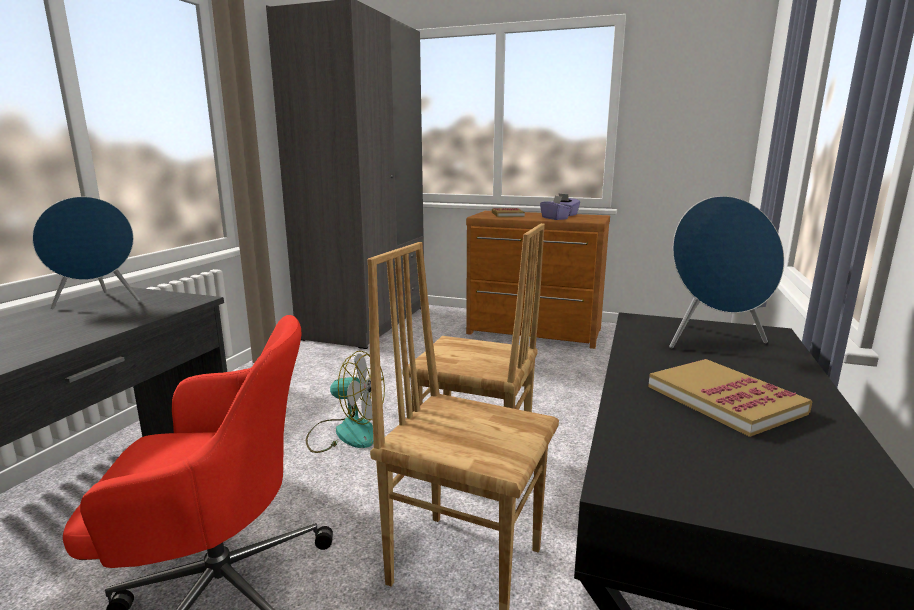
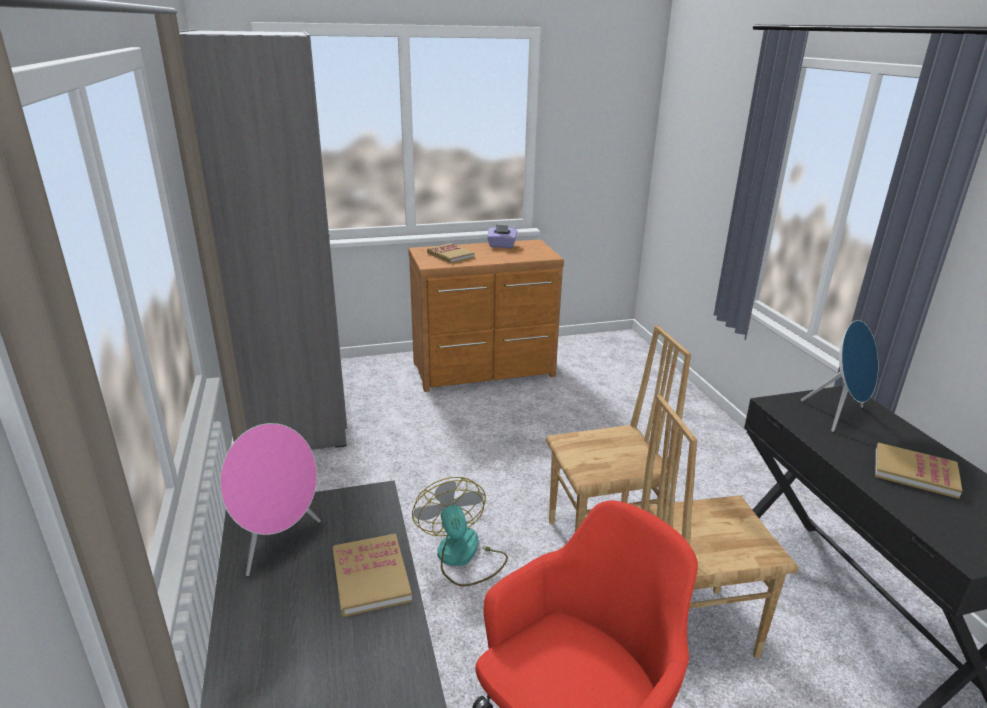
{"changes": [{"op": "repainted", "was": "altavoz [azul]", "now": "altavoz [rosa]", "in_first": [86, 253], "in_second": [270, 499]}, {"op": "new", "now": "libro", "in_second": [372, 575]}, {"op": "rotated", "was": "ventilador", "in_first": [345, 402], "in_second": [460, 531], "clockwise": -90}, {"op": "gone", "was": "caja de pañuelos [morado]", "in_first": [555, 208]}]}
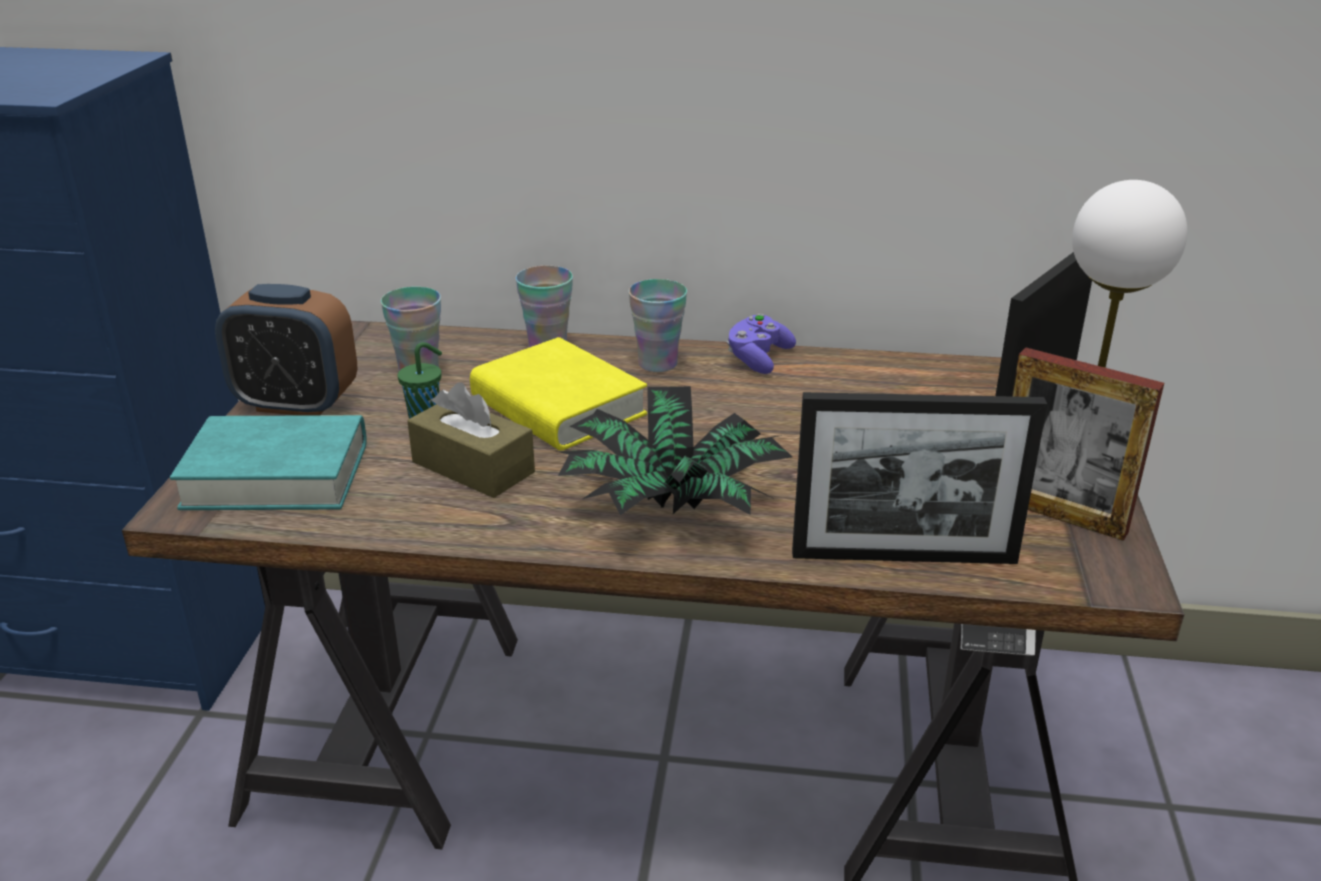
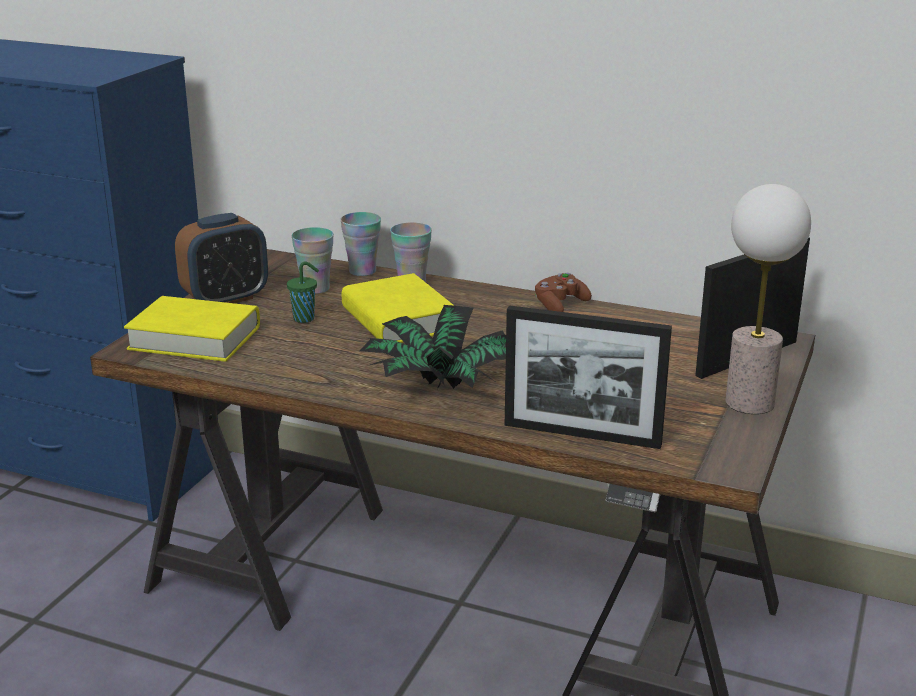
{"changes": [{"op": "repainted", "was": "libro [turquesa]", "now": "libro [amarillo]", "in_first": [268, 462], "in_second": [192, 329]}, {"op": "rotated", "was": "despertador", "in_first": [286, 350], "in_second": [221, 258], "clockwise": -60}, {"op": "shifted", "was": "taza", "in_first": [658, 325], "in_second": [360, 244]}, {"op": "repainted", "was": "mando de consola [morado]", "now": "mando de consola [marrón]", "in_first": [761, 344], "in_second": [563, 292]}, {"op": "gone", "was": "caja de pañuelos [marrón]", "in_first": [471, 440]}, {"op": "gone", "was": "portarretratos", "in_first": [1088, 444]}]}
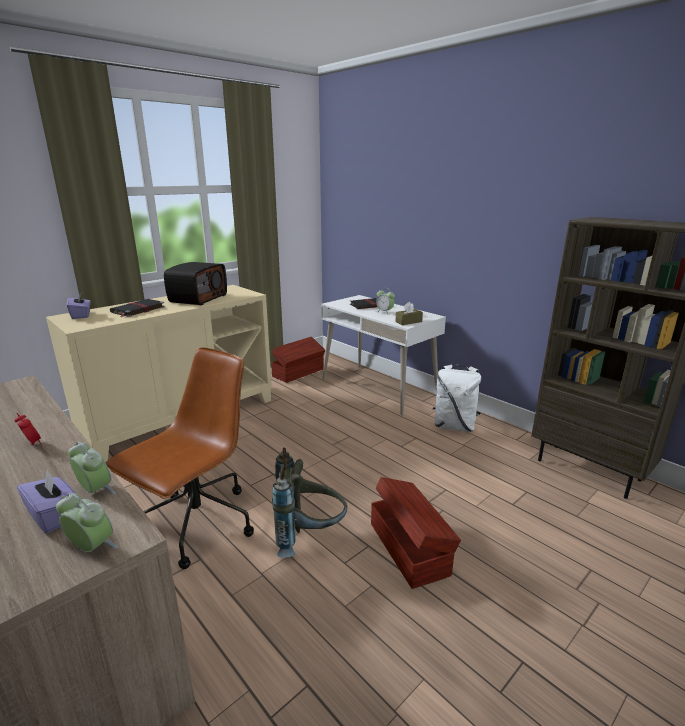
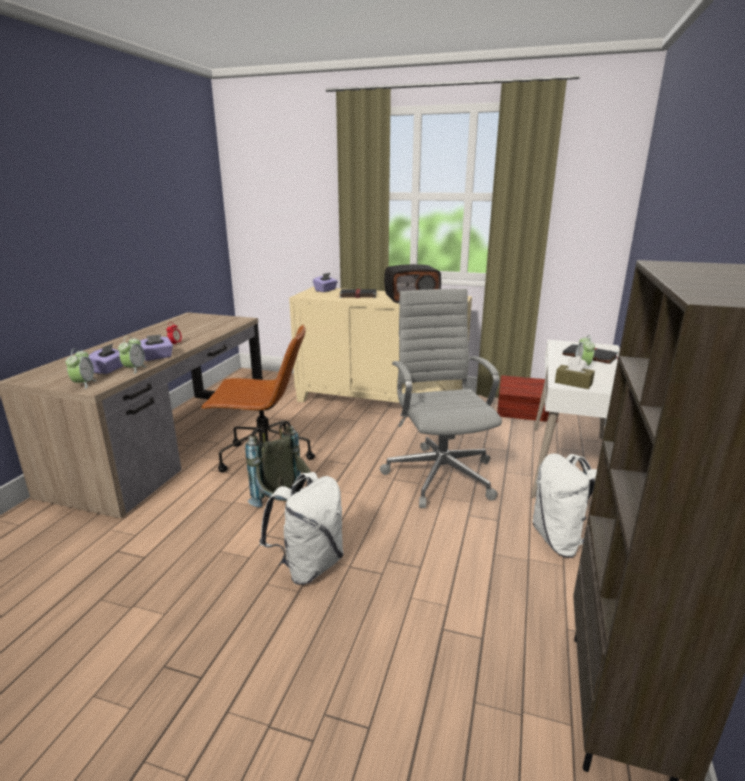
{"changes": [{"op": "new", "now": "caja de pañuelos [morado]", "in_second": [156, 347]}, {"op": "swapped", "was": "caja de almacenaje [marrón]", "now": "mochila [blanco]", "in_first": [416, 533], "in_second": [301, 528]}, {"op": "new", "now": "silla de oficina [gris]", "in_second": [441, 398]}]}
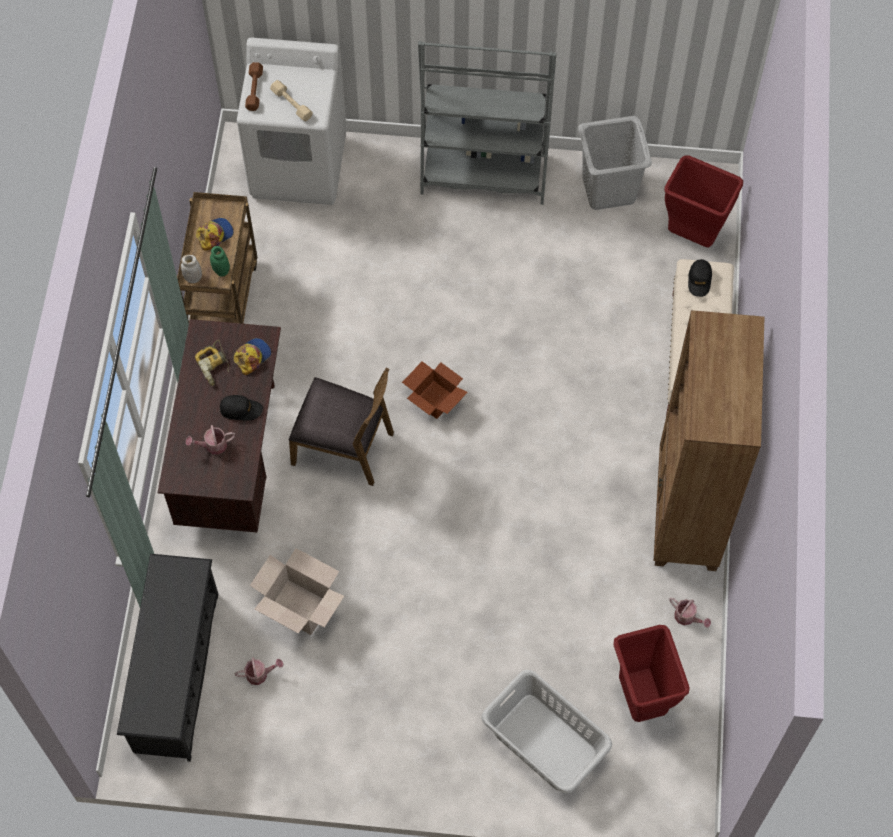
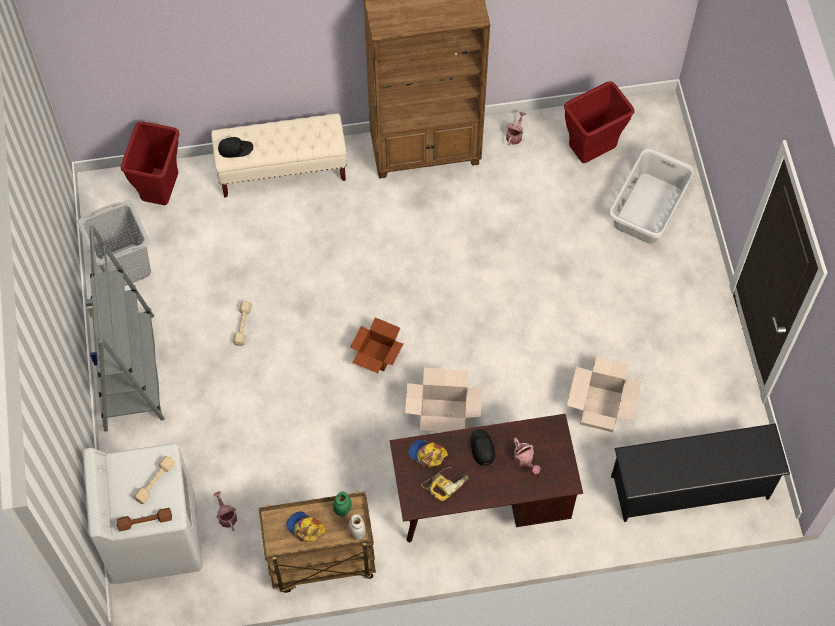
{"changes": [{"op": "shifted", "was": "regadera", "in_first": [259, 671], "in_second": [225, 511]}, {"op": "new", "now": "mancuerna [beis]", "in_second": [242, 323]}, {"op": "swapped", "was": "silla [marrón]", "now": "caja de cartón", "in_first": [341, 426], "in_second": [443, 400]}]}
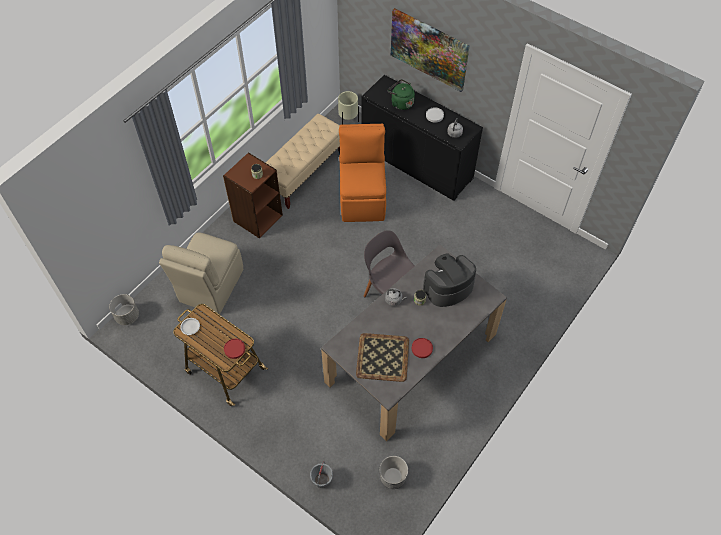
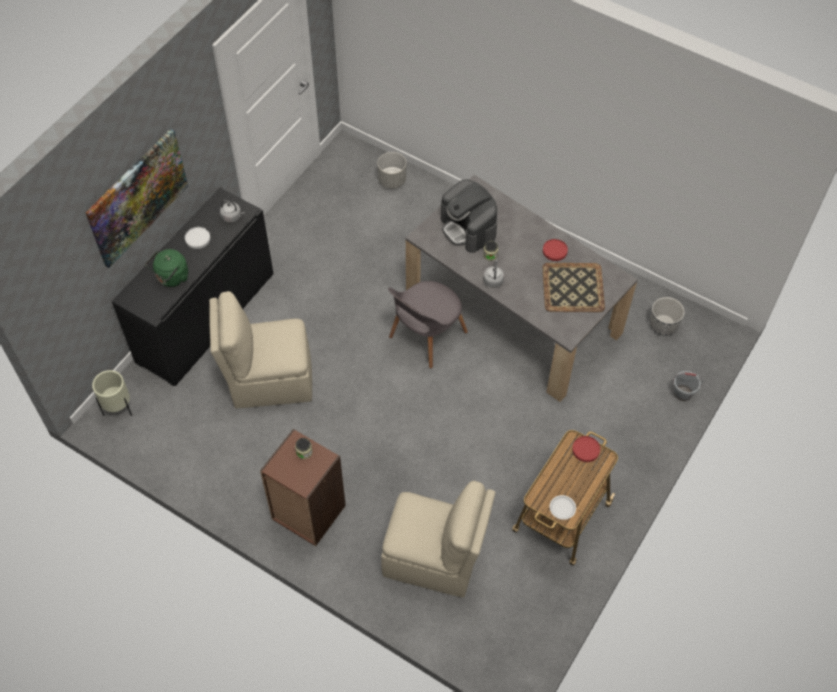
{"changes": [{"op": "repainted", "was": "silla [naranja]", "now": "silla [beis]", "in_first": [362, 173], "in_second": [260, 349]}, {"op": "shifted", "was": "maceta [gris]", "in_first": [124, 309], "in_second": [392, 170]}, {"op": "gone", "was": "banco [beis]", "in_first": [303, 161]}]}
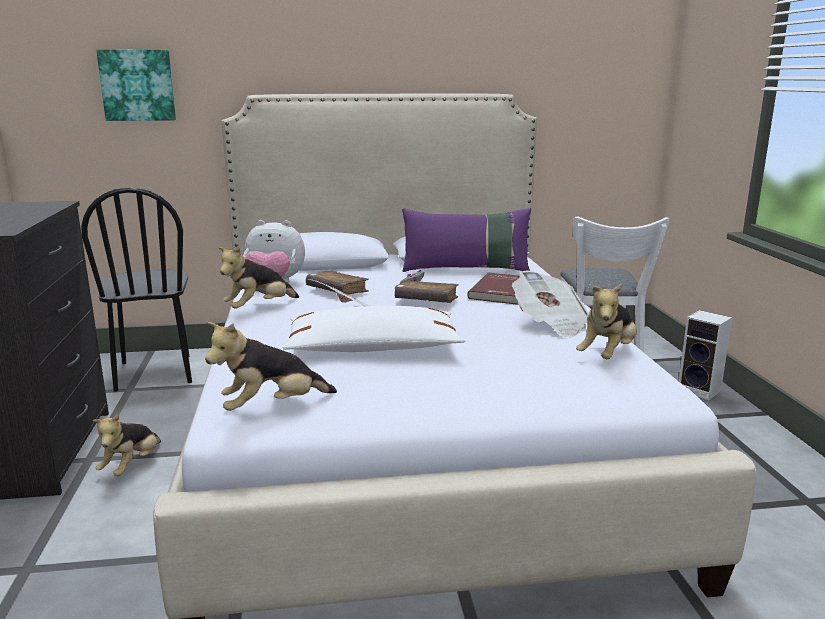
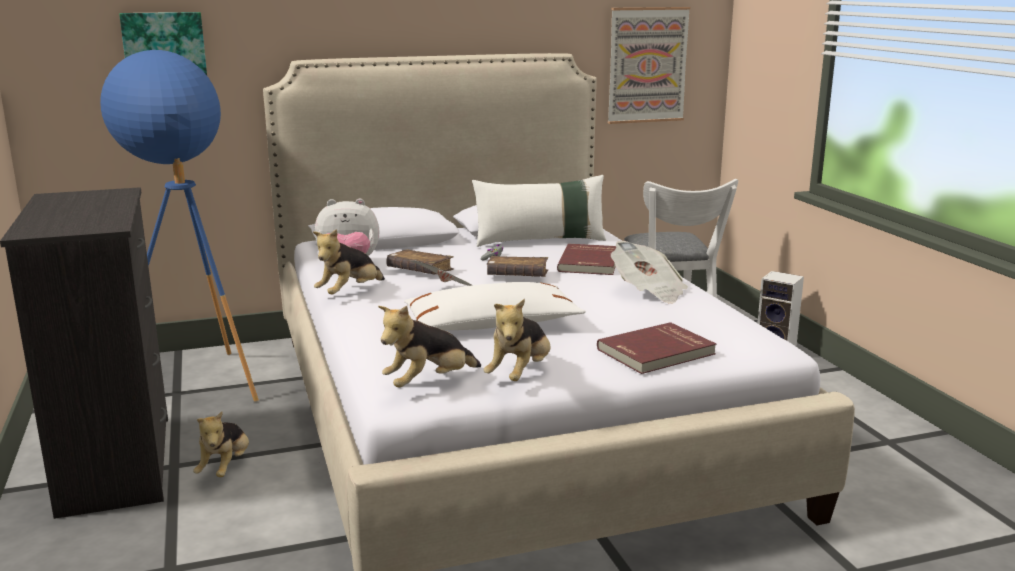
{"changes": [{"op": "swapped", "was": "silla [negro]", "now": "lámpara de pie [azul]", "in_first": [136, 289], "in_second": [179, 226]}, {"op": "repainted", "was": "cojín [morado]", "now": "cojín [blanco]", "in_first": [466, 240], "in_second": [539, 211]}, {"op": "shifted", "was": "peluche", "in_first": [606, 321], "in_second": [516, 340]}, {"op": "new", "now": "libro [rojo]", "in_second": [656, 348]}, {"op": "new", "now": "cuadro", "in_second": [649, 65]}]}
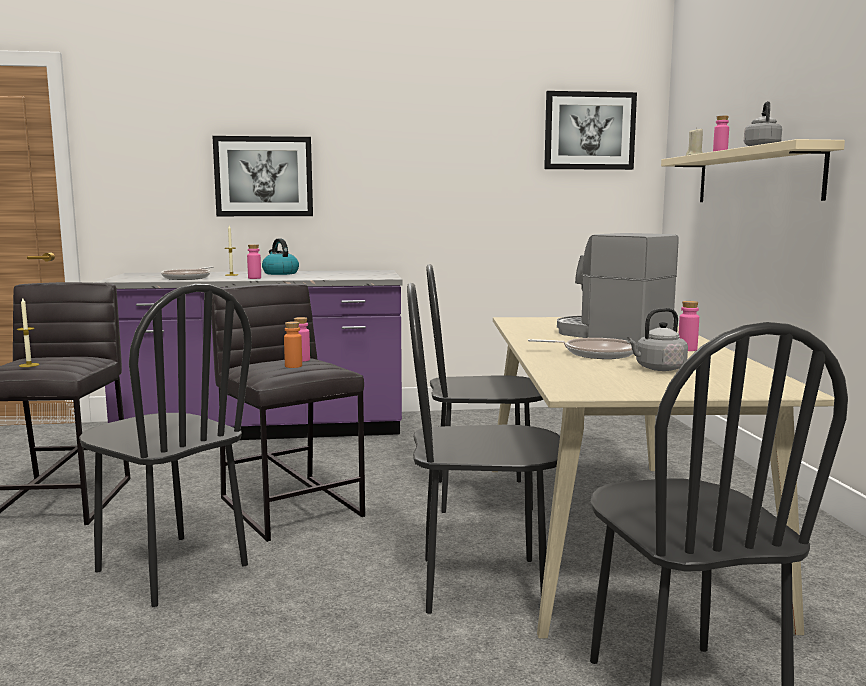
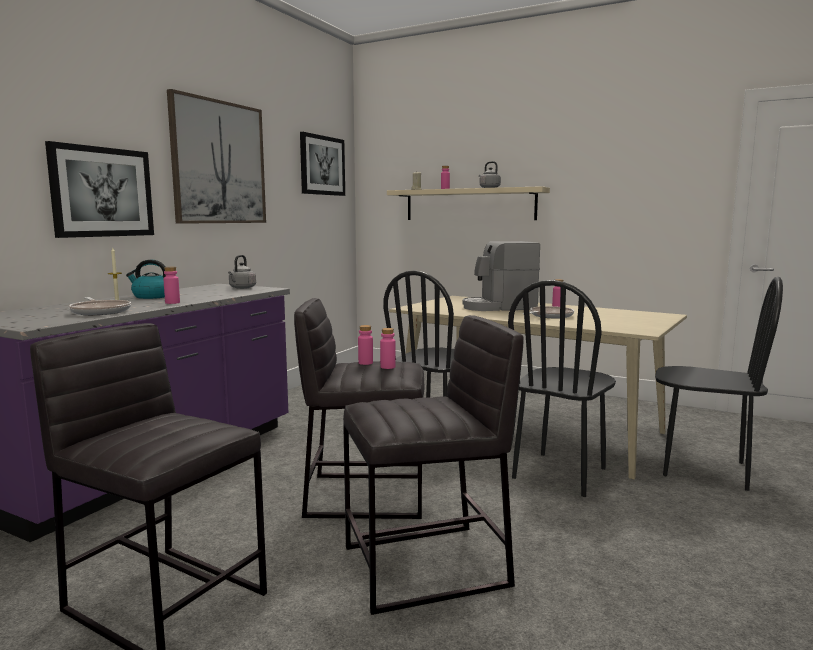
{"changes": [{"op": "new", "now": "cuadro", "in_second": [216, 156]}, {"op": "shifted", "was": "hervidor [gris]", "in_first": [657, 339], "in_second": [242, 272]}, {"op": "swapped", "was": "silla [negro]", "now": "taburete [gris]", "in_first": [165, 445], "in_second": [433, 465]}, {"op": "repainted", "was": "botella [naranja]", "now": "botella [rosa]", "in_first": [293, 345], "in_second": [388, 348]}, {"op": "gone", "was": "vela", "in_first": [28, 332]}]}
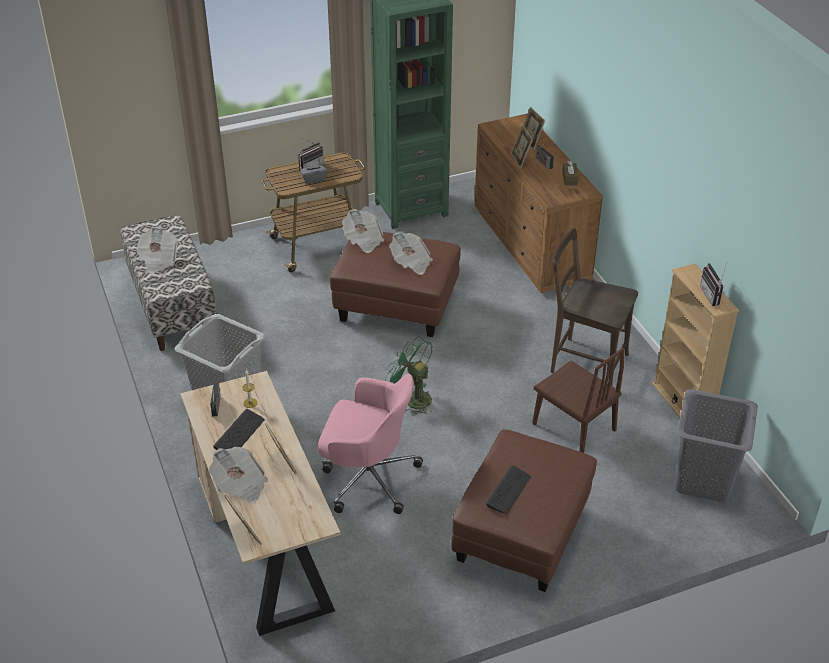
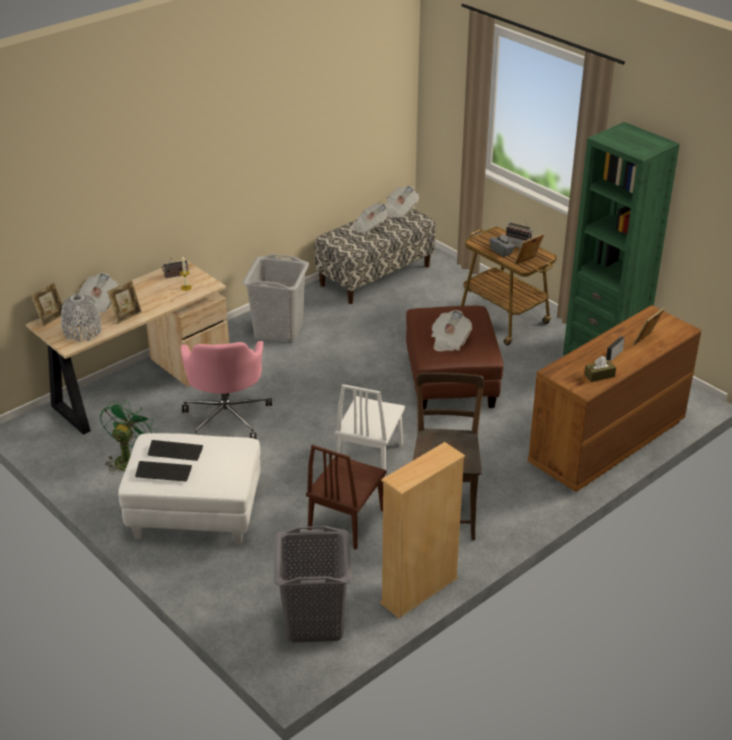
{"changes": [{"op": "new", "now": "florero [gris]", "in_second": [81, 318]}, {"op": "shifted", "was": "ventilador [verde]", "in_first": [409, 375], "in_second": [128, 437]}, {"op": "repainted", "was": "puf [marrón]", "now": "puf [blanco]", "in_first": [524, 510], "in_second": [189, 489]}, {"op": "shifted", "was": "teclado", "in_first": [239, 429], "in_second": [163, 471]}, {"op": "new", "now": "silla [blanco]", "in_second": [370, 430]}, {"op": "shifted", "was": "periódico", "in_first": [363, 231], "in_second": [402, 202]}, {"op": "shifted", "was": "portarretratos", "in_first": [522, 146], "in_second": [529, 249]}, {"op": "gone", "was": "radio", "in_first": [713, 284]}]}
